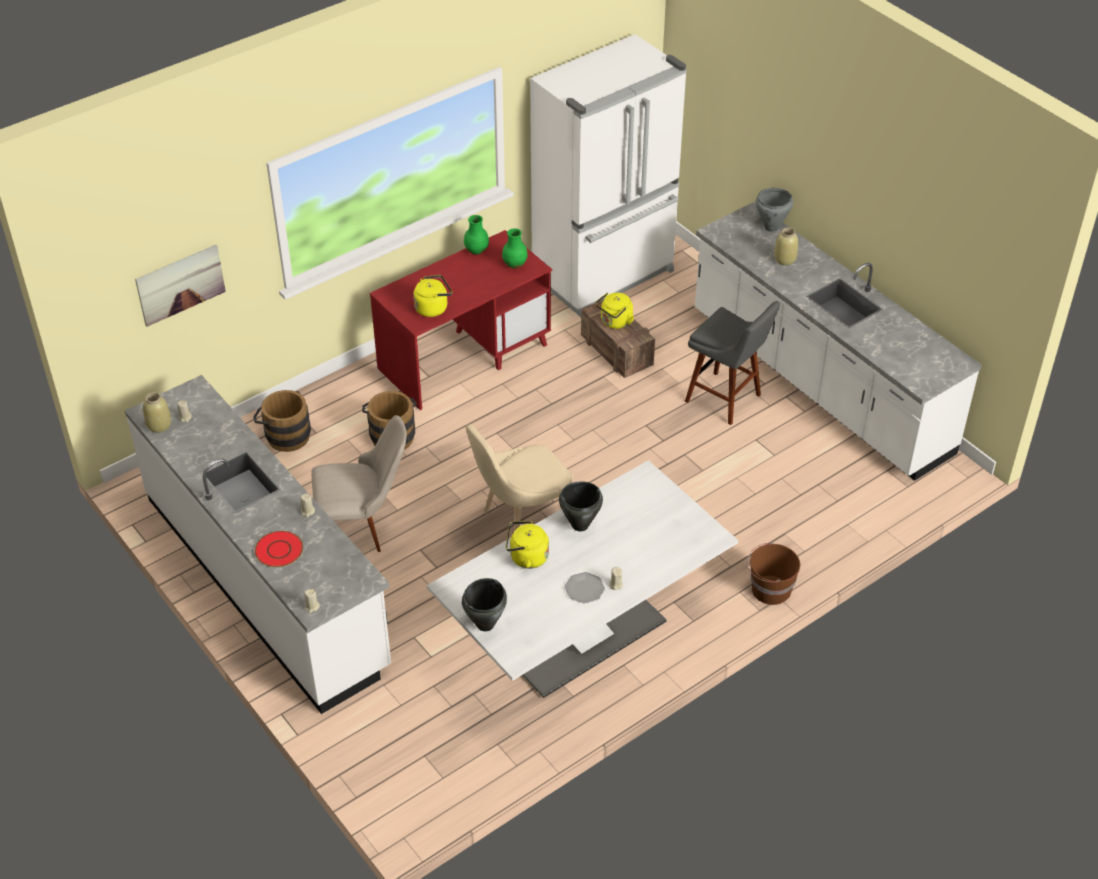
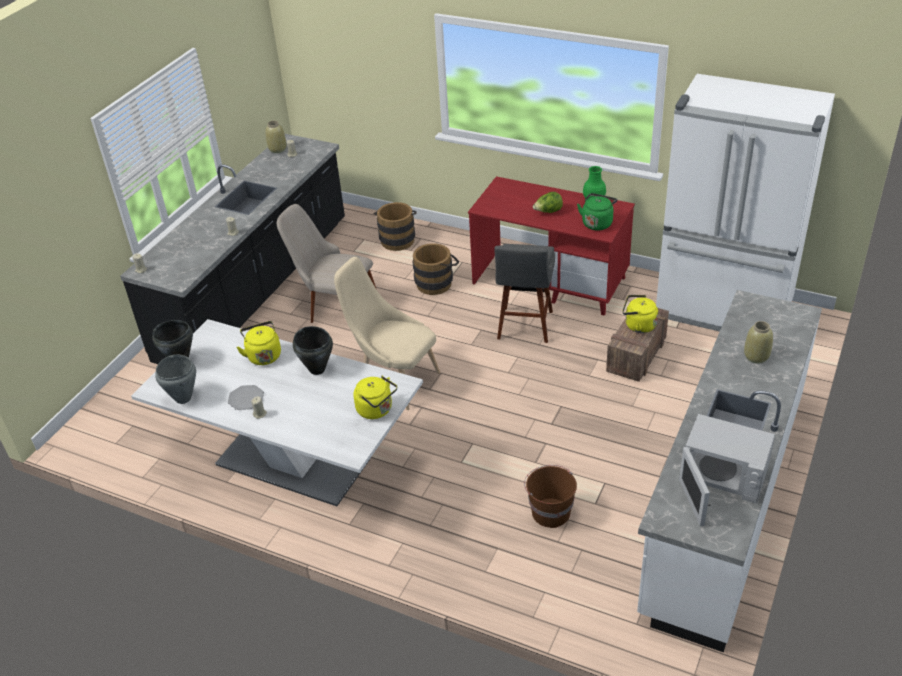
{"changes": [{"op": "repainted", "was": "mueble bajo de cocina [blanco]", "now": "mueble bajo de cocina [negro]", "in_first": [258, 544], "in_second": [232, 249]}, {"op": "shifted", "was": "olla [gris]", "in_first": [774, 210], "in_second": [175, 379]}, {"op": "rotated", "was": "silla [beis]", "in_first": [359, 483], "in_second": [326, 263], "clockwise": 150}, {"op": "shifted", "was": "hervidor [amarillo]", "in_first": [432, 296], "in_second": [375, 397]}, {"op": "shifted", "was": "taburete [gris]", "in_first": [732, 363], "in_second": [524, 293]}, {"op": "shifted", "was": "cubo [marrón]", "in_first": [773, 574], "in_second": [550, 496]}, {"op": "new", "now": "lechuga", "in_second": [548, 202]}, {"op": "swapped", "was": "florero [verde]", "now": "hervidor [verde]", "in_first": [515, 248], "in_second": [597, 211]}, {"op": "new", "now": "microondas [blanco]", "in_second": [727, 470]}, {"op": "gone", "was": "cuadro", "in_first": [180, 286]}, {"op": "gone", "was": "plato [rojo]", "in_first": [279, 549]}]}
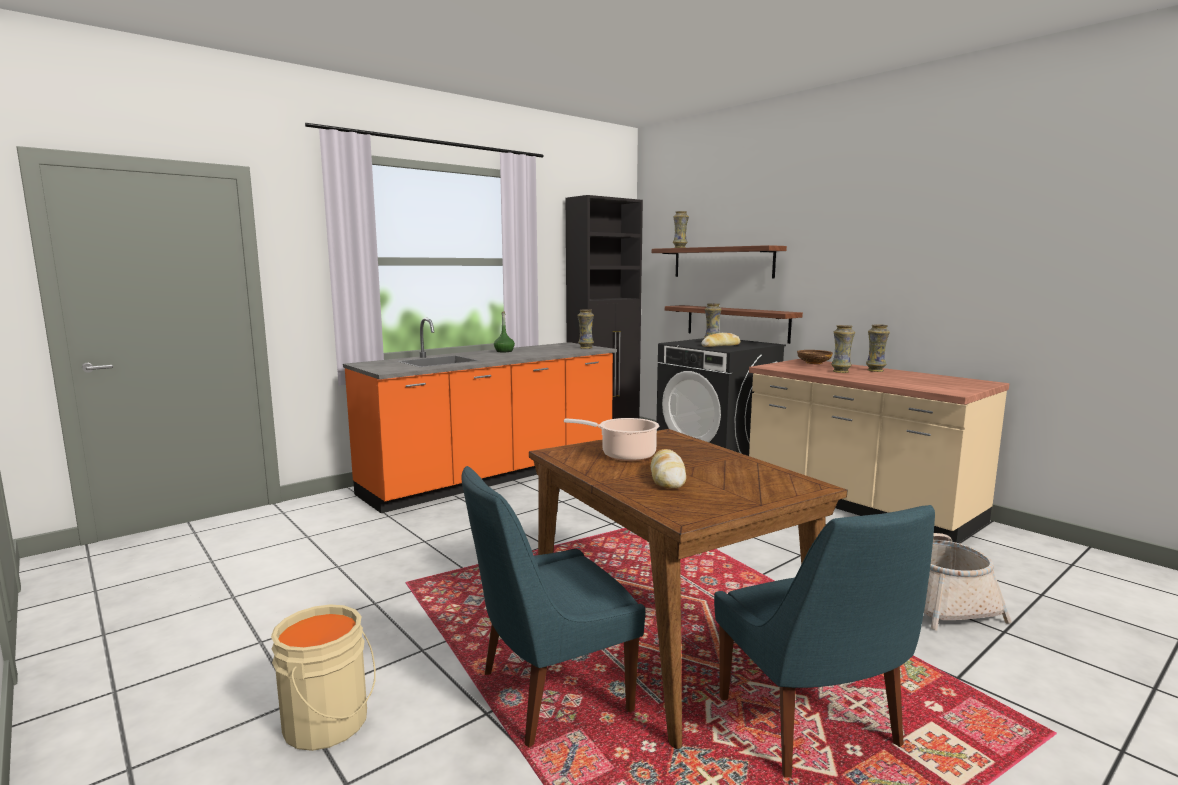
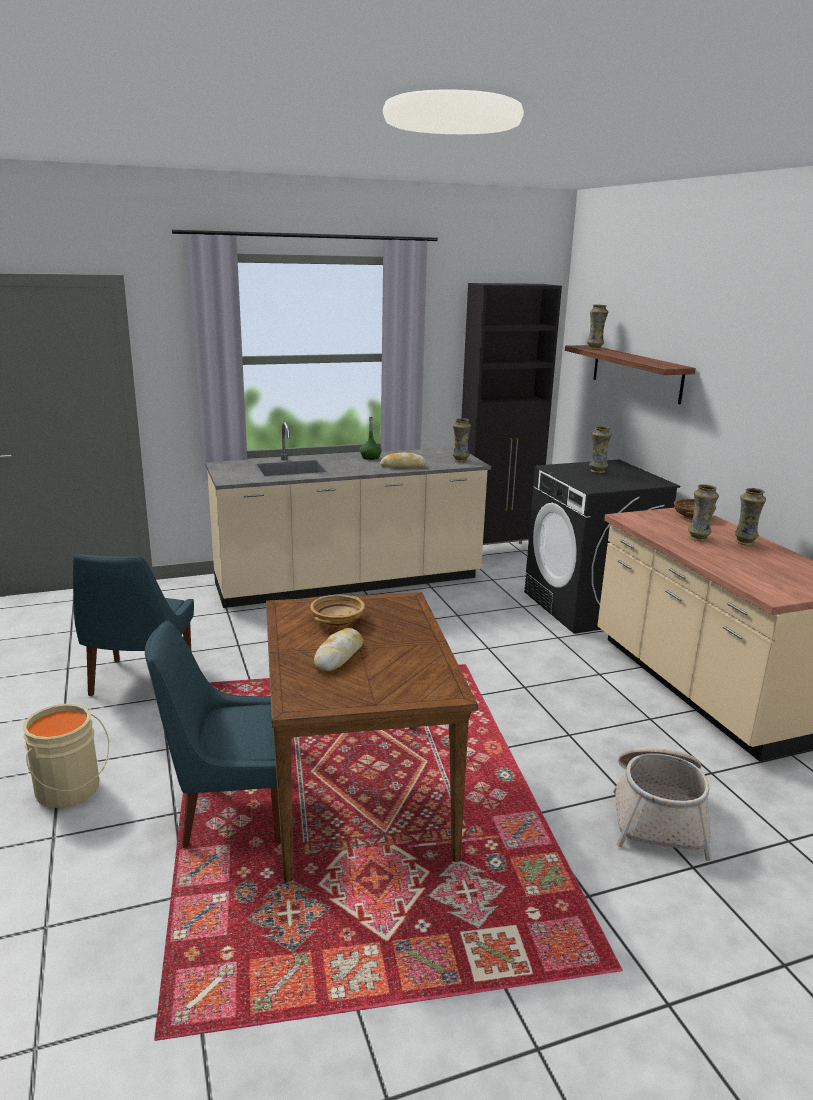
{"changes": [{"op": "shifted", "was": "silla [azul]", "in_first": [824, 641], "in_second": [133, 625]}, {"op": "repainted", "was": "mueble bajo de cocina [naranja]", "now": "mueble bajo de cocina [beis]", "in_first": [480, 415], "in_second": [348, 515]}, {"op": "swapped", "was": "olla", "now": "cuenco [beis]", "in_first": [611, 439], "in_second": [337, 611]}, {"op": "shifted", "was": "pan", "in_first": [720, 340], "in_second": [403, 460]}, {"op": "gone", "was": "estante", "in_first": [734, 324]}]}
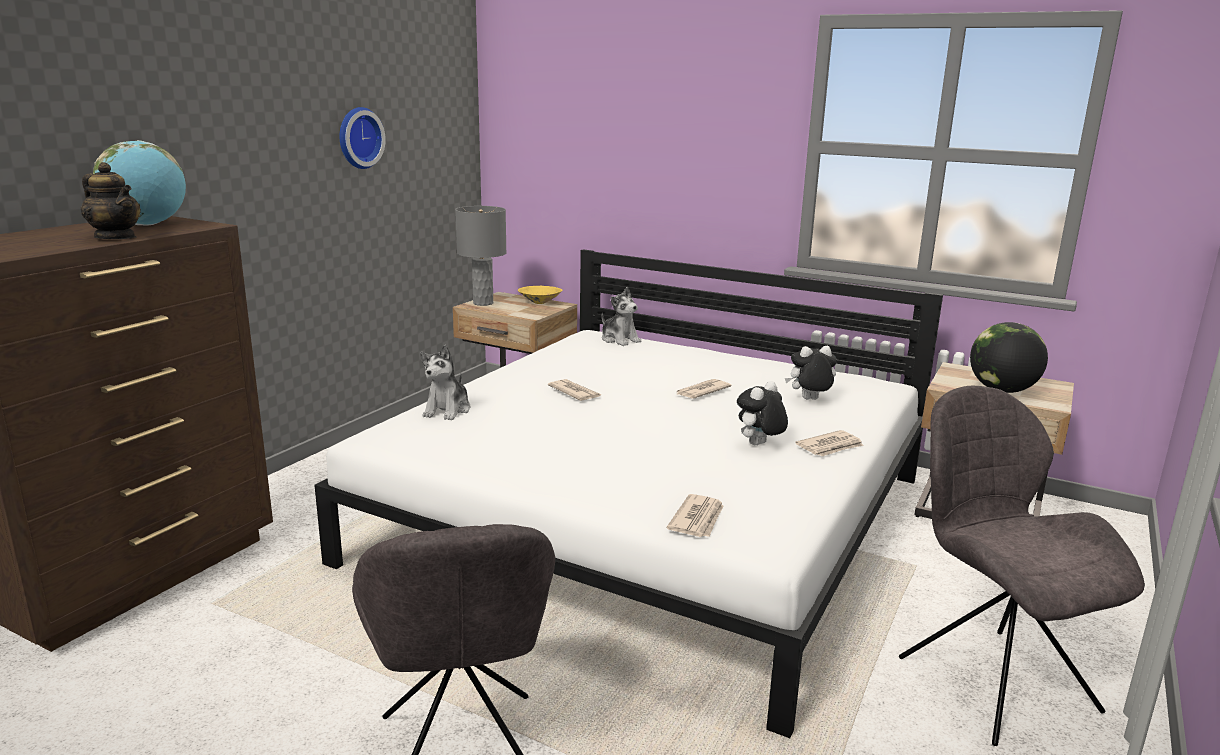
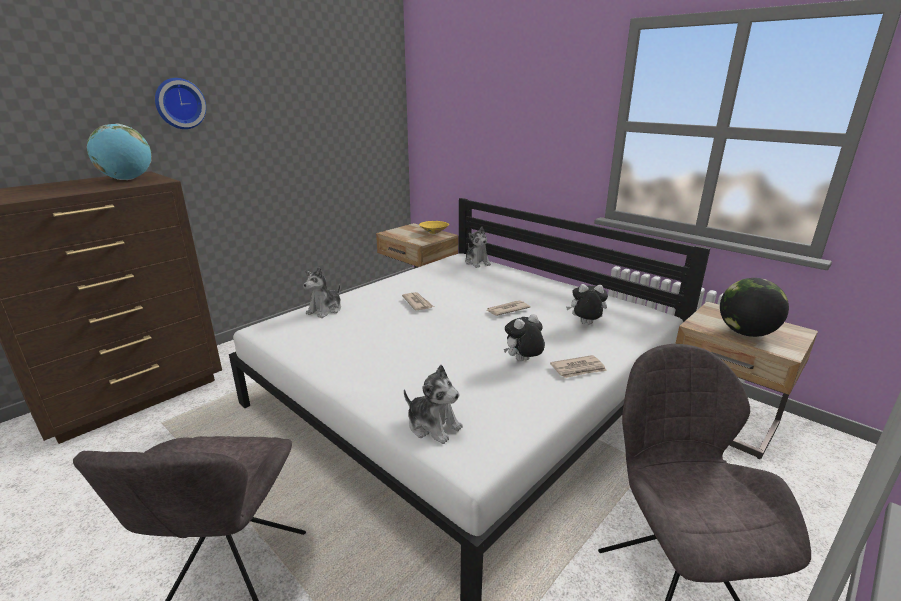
{"changes": [{"op": "shifted", "was": "reloj de pared", "in_first": [363, 138], "in_second": [180, 103]}, {"op": "swapped", "was": "periódico", "now": "peluche", "in_first": [695, 515], "in_second": [433, 404]}, {"op": "gone", "was": "tetera", "in_first": [111, 200]}, {"op": "gone", "was": "lámpara de mesa [gris]", "in_first": [481, 256]}]}
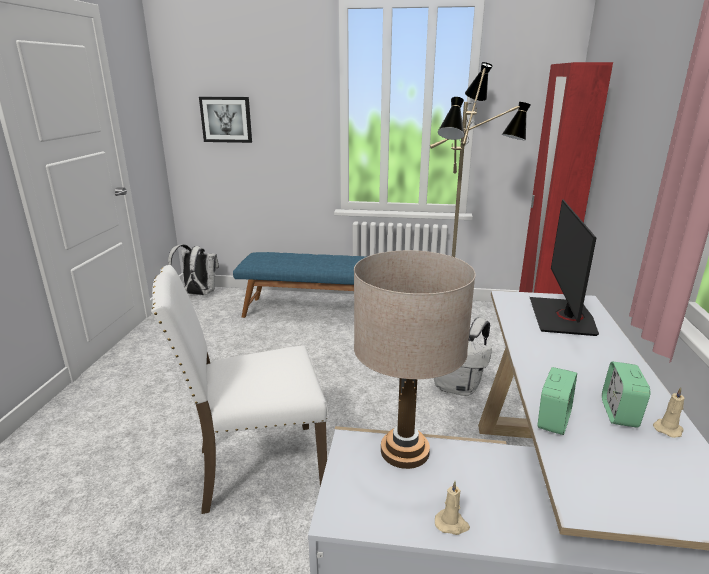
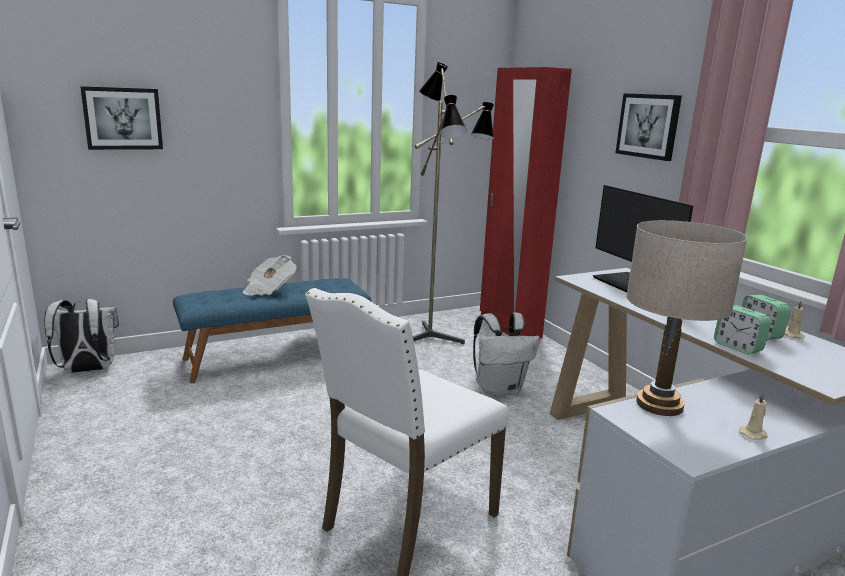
{"changes": [{"op": "new", "now": "periódico", "in_second": [270, 275]}, {"op": "new", "now": "cuadro", "in_second": [649, 127]}, {"op": "rotated", "was": "despertador", "in_first": [557, 401], "in_second": [742, 329], "clockwise": 150}]}
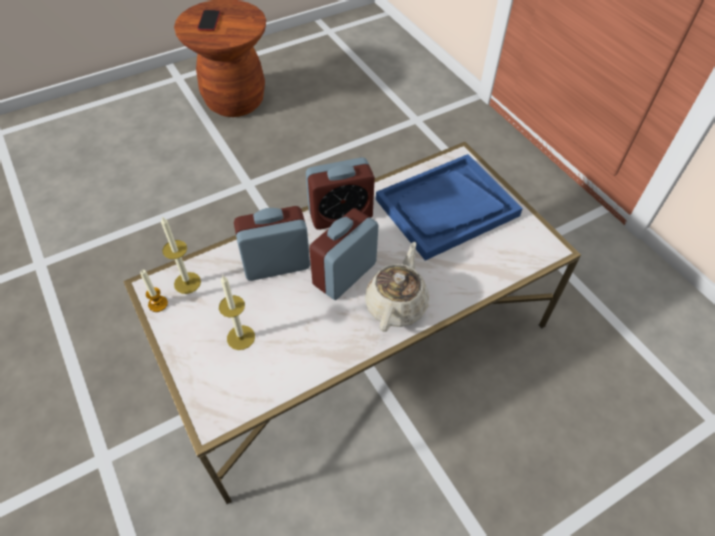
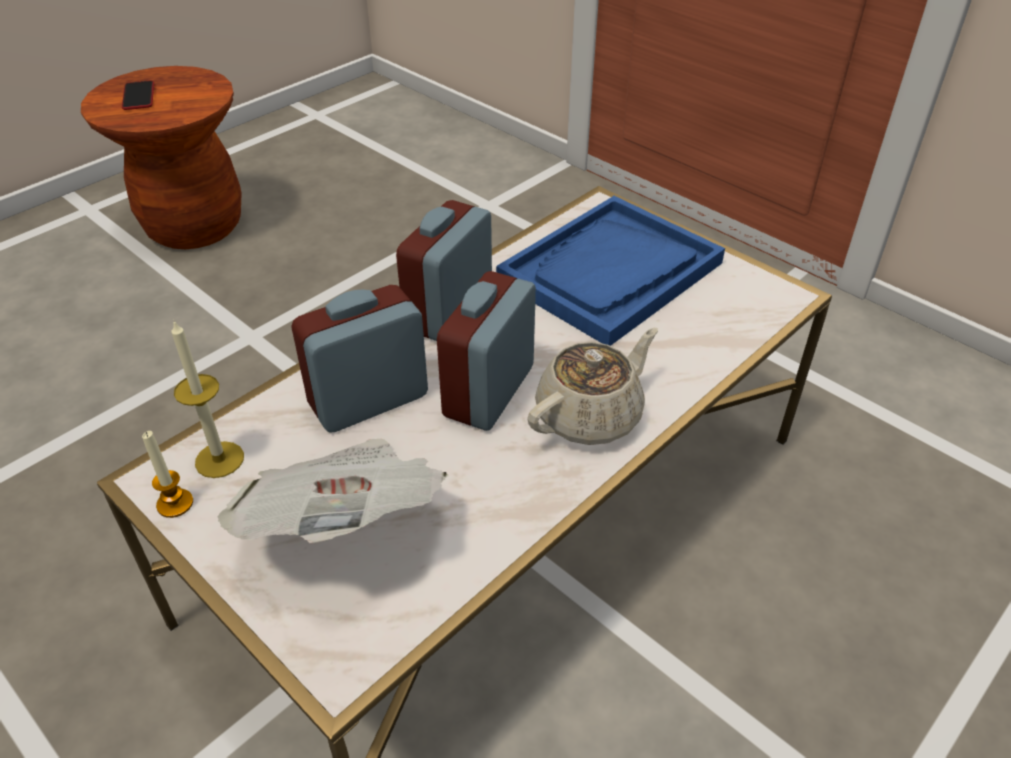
{"changes": [{"op": "swapped", "was": "vela", "now": "periódico", "in_first": [237, 313], "in_second": [332, 491]}, {"op": "rotated", "was": "despertador", "in_first": [340, 193], "in_second": [444, 270], "clockwise": 150}, {"op": "rotated", "was": "tetera [beis]", "in_first": [397, 287], "in_second": [592, 386], "clockwise": 45}]}
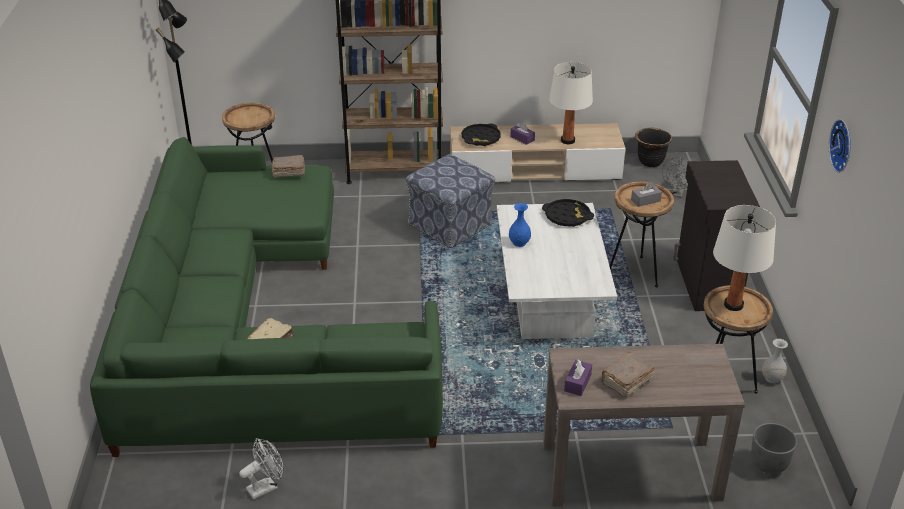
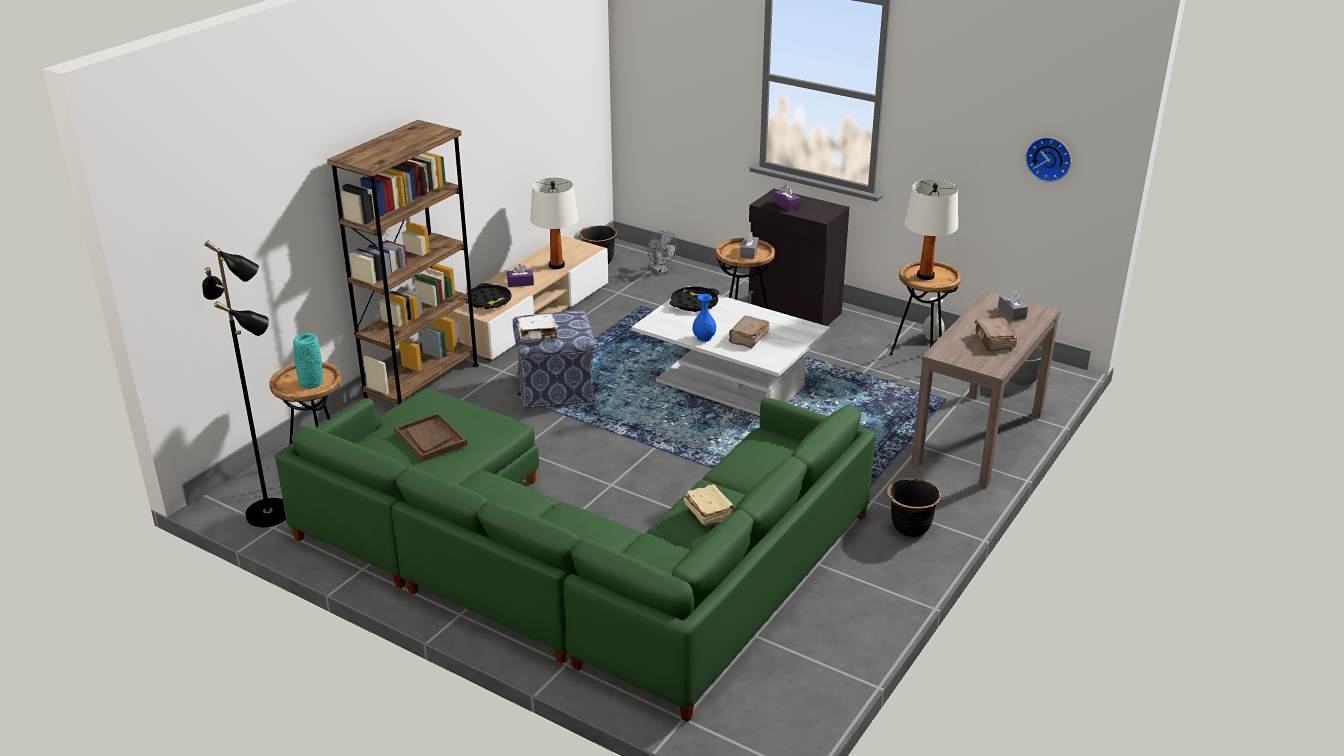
{"changes": [{"op": "new", "now": "florero [turquesa]", "in_second": [308, 361]}, {"op": "new", "now": "bandeja [marrón]", "in_second": [431, 436]}, {"op": "new", "now": "libro [blanco]", "in_second": [538, 327]}, {"op": "shifted", "was": "libro [marrón]", "in_first": [288, 166], "in_second": [749, 332]}, {"op": "shifted", "was": "caja de pañuelos [morado]", "in_first": [578, 377], "in_second": [787, 198]}, {"op": "new", "now": "maceta [negro]", "in_second": [914, 507]}, {"op": "new", "now": "caja de pañuelos [gris]", "in_second": [1013, 305]}, {"op": "shifted", "was": "reloj de pared", "in_first": [840, 146], "in_second": [1048, 159]}, {"op": "gone", "was": "ventilador [blanco]", "in_first": [261, 468]}]}
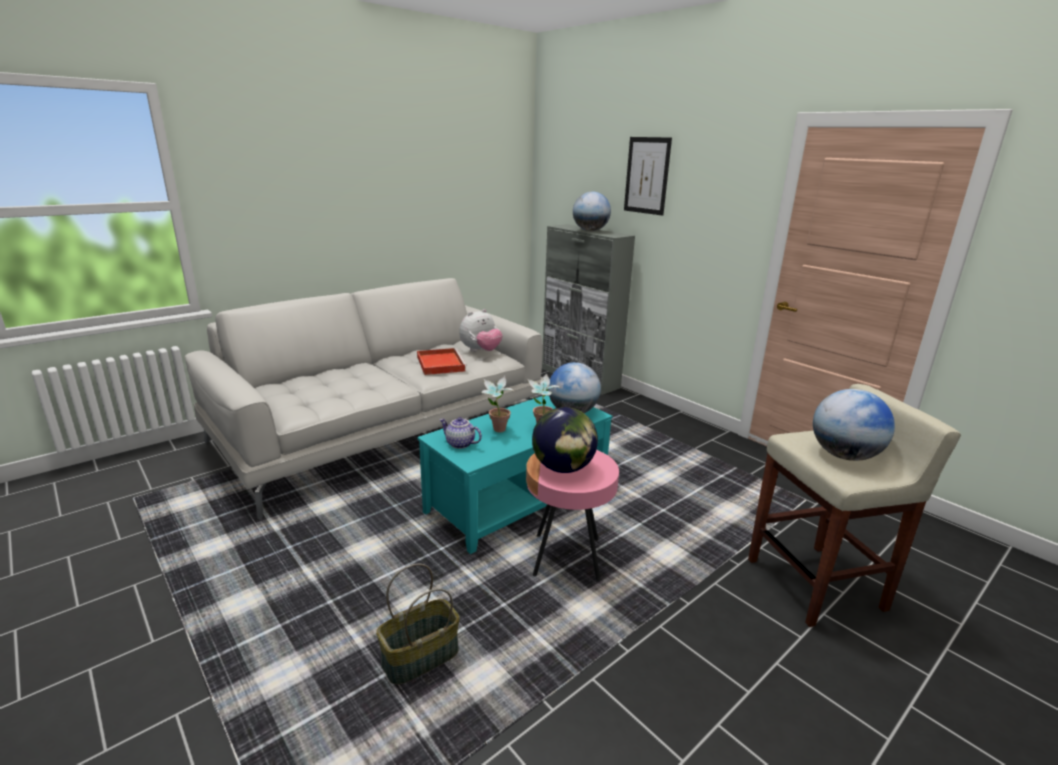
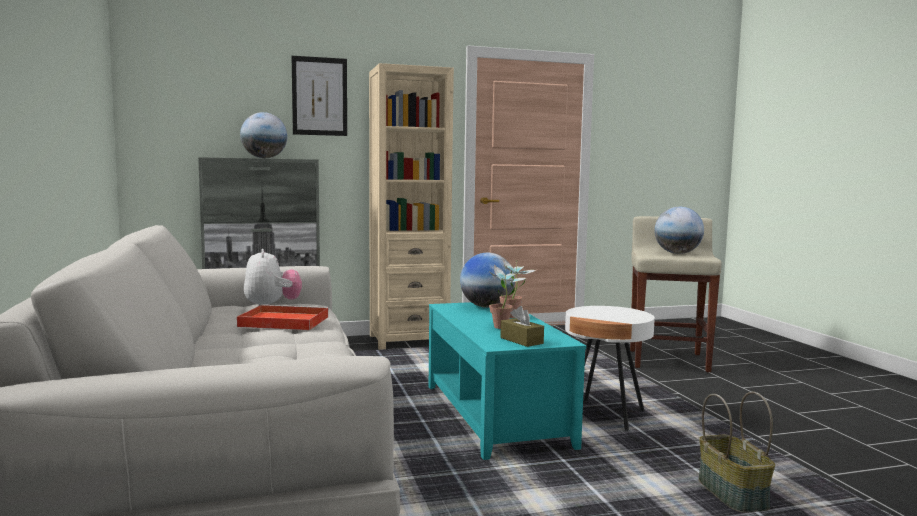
{"changes": [{"op": "new", "now": "estantería [beis]", "in_second": [411, 206]}, {"op": "swapped", "was": "tetera", "now": "caja de pañuelos [marrón]", "in_first": [460, 433], "in_second": [522, 326]}, {"op": "repainted", "was": "mesa auxiliar [rosa]", "now": "mesa auxiliar [blanco]", "in_first": [572, 515], "in_second": [610, 368]}, {"op": "gone", "was": "globo terráqueo", "in_first": [565, 440]}]}
